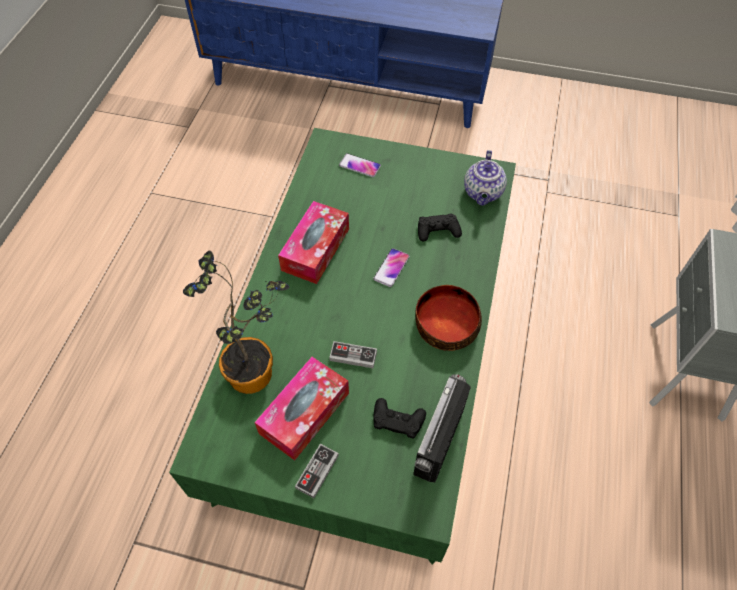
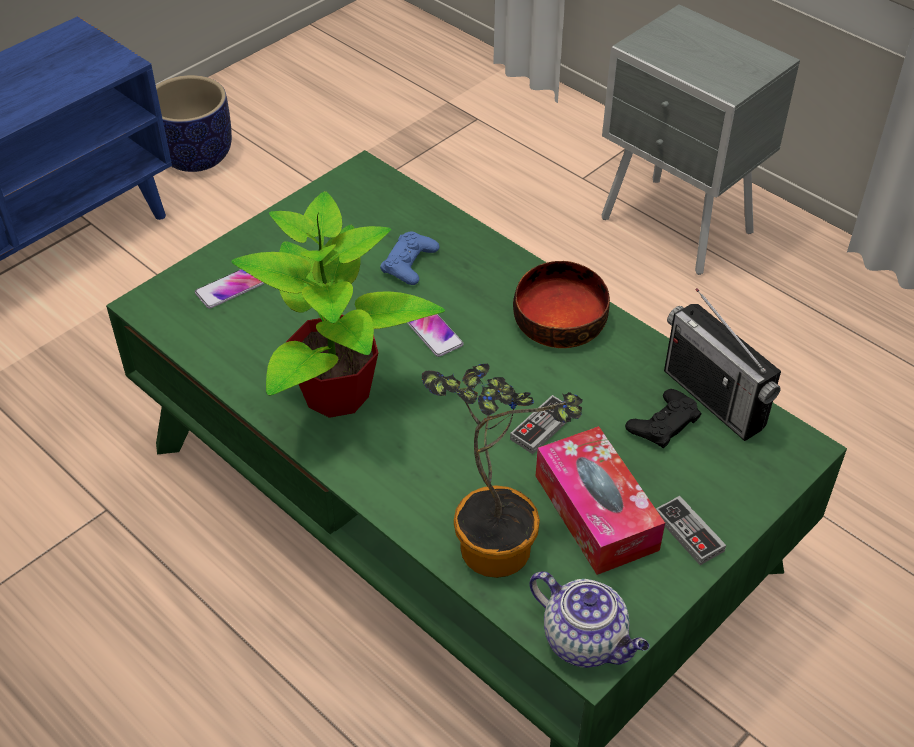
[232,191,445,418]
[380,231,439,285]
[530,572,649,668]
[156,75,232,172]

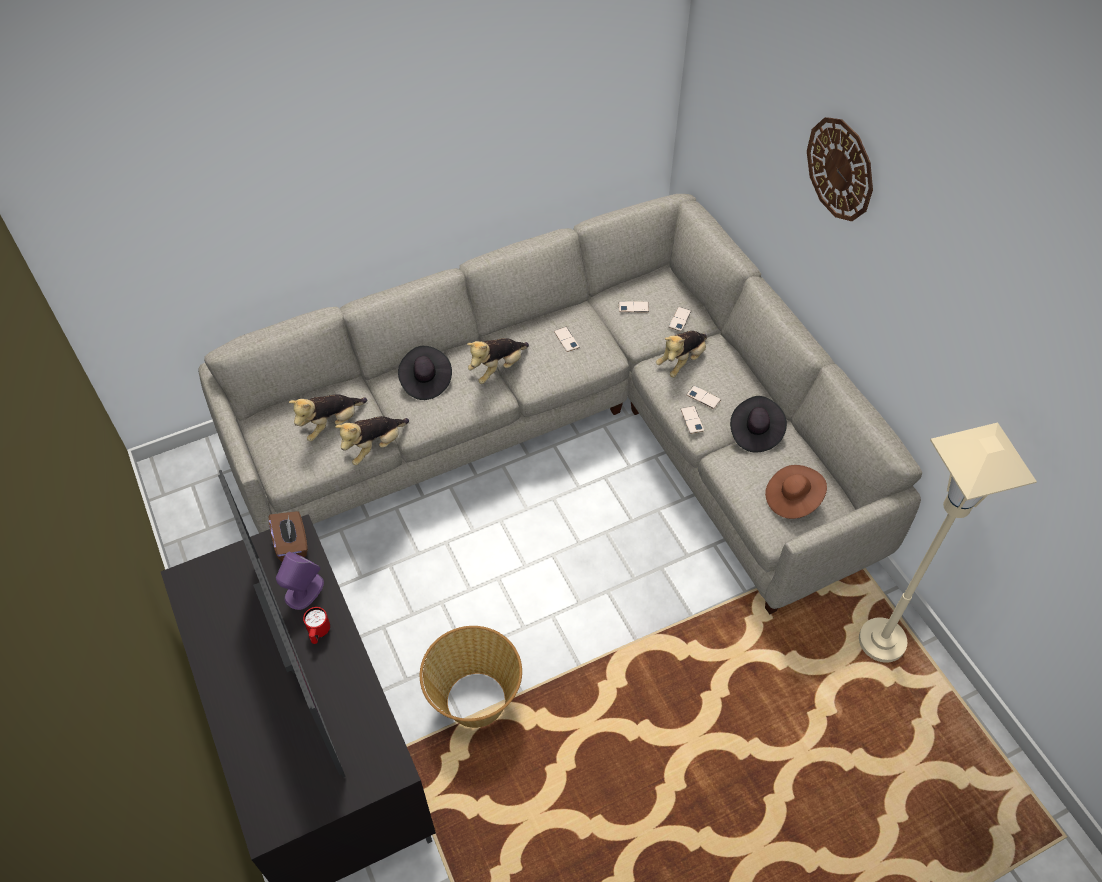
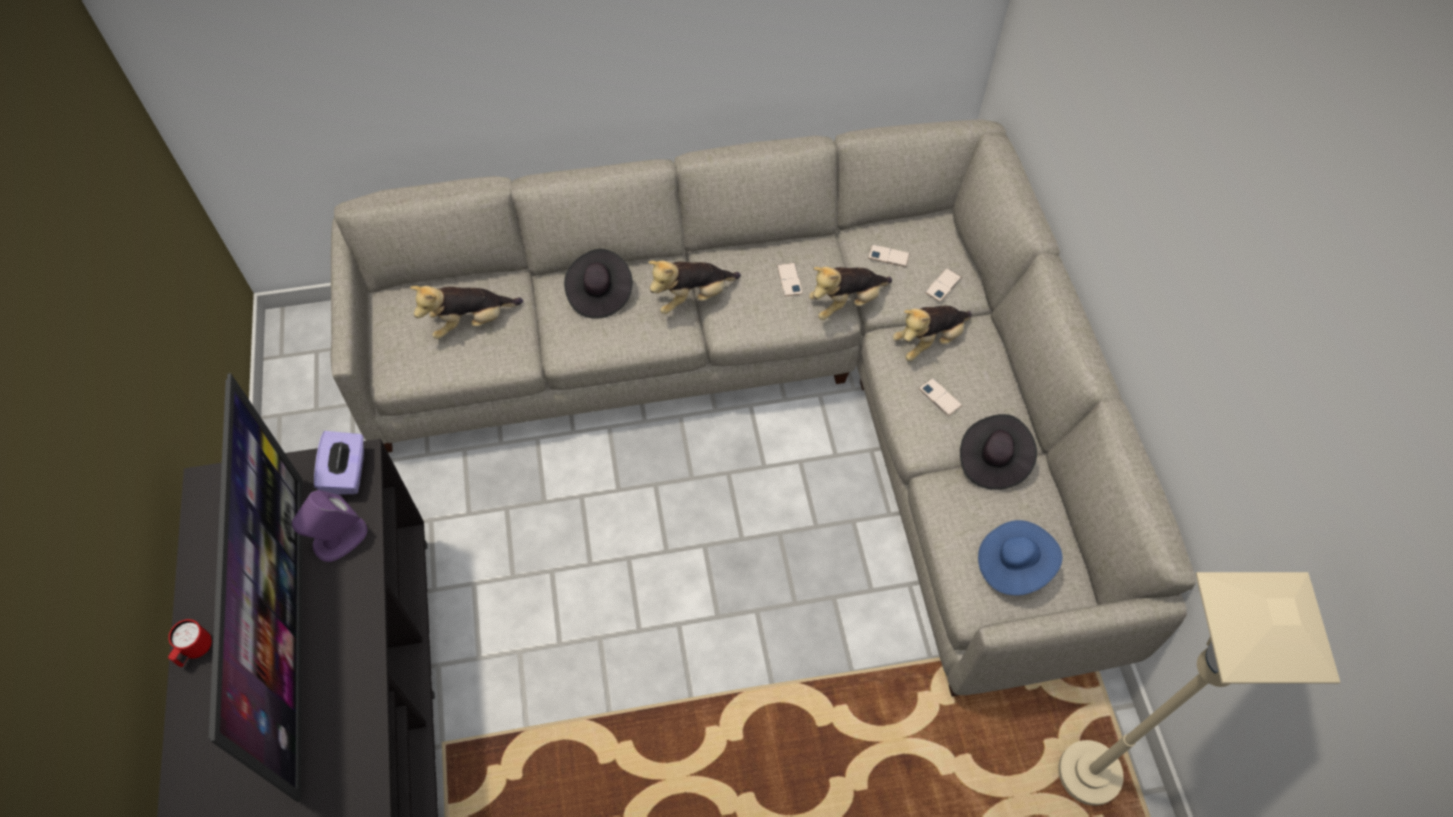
[314,431,364,495]
[168,619,212,667]
[809,266,892,320]
[420,626,522,728] (first image)
[681,406,704,434] (first image)
[978,520,1062,595]
[807,117,873,221] (first image)

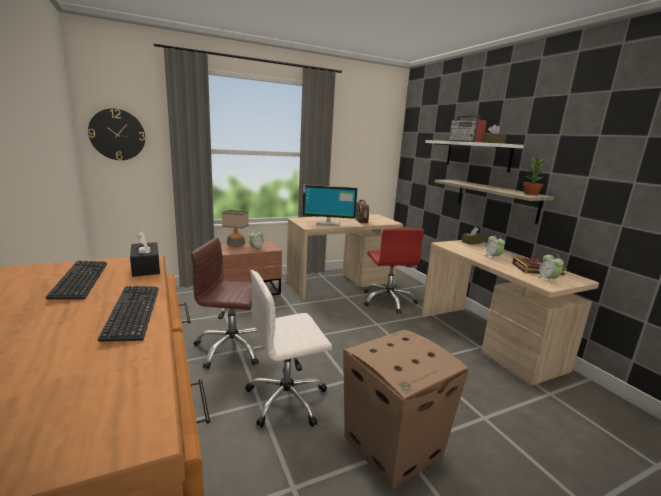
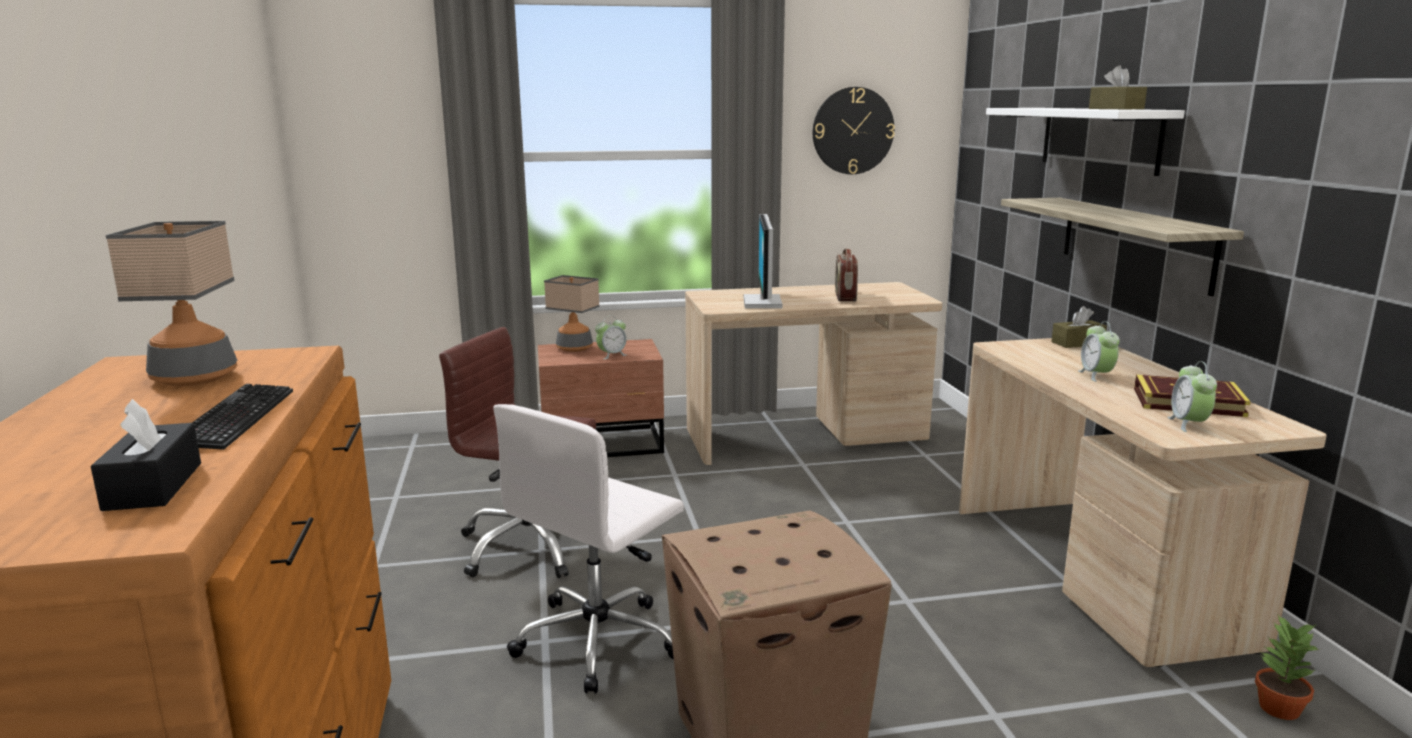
[106,221,237,386]
[813,87,895,174]
[91,399,201,511]
[493,404,684,693]
[744,214,782,308]
[364,228,424,314] (first image)
[449,113,487,143] (first image)
[1255,615,1320,720]

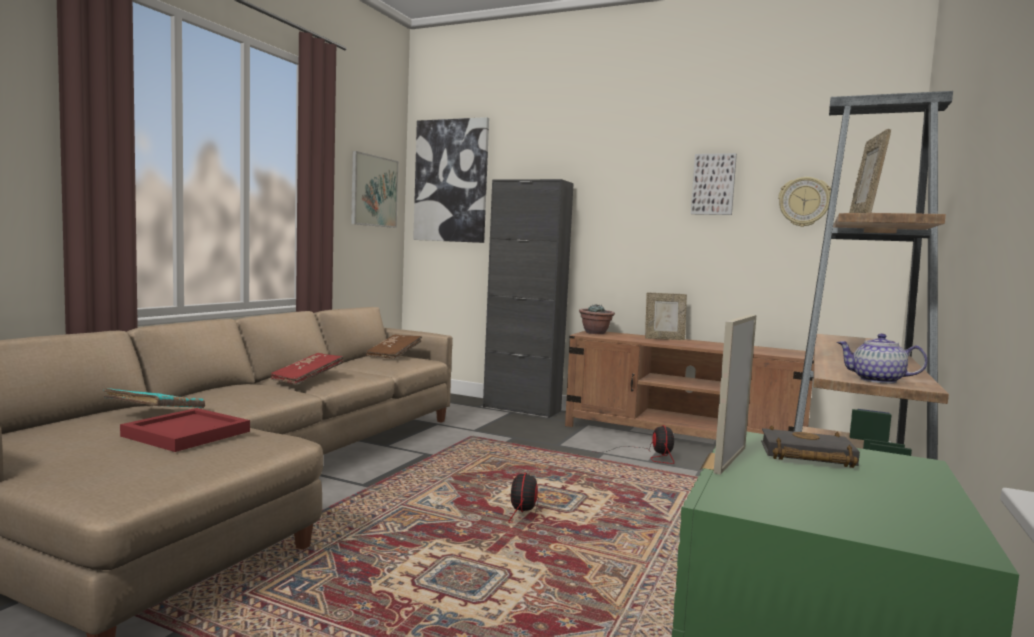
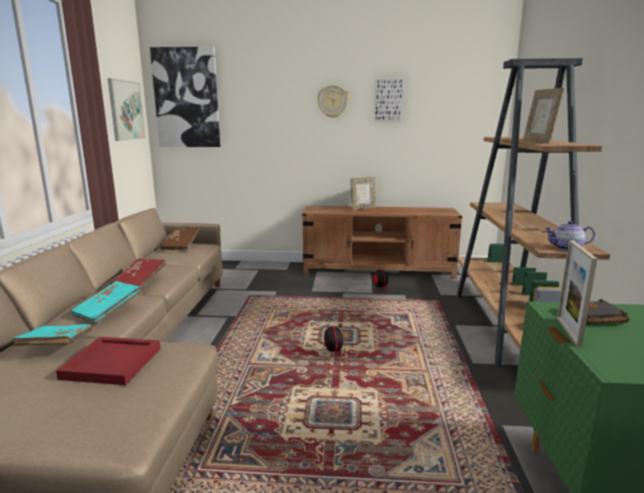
[483,179,574,418] (first image)
[579,304,615,334] (first image)
[317,85,349,118]
[71,281,142,323]

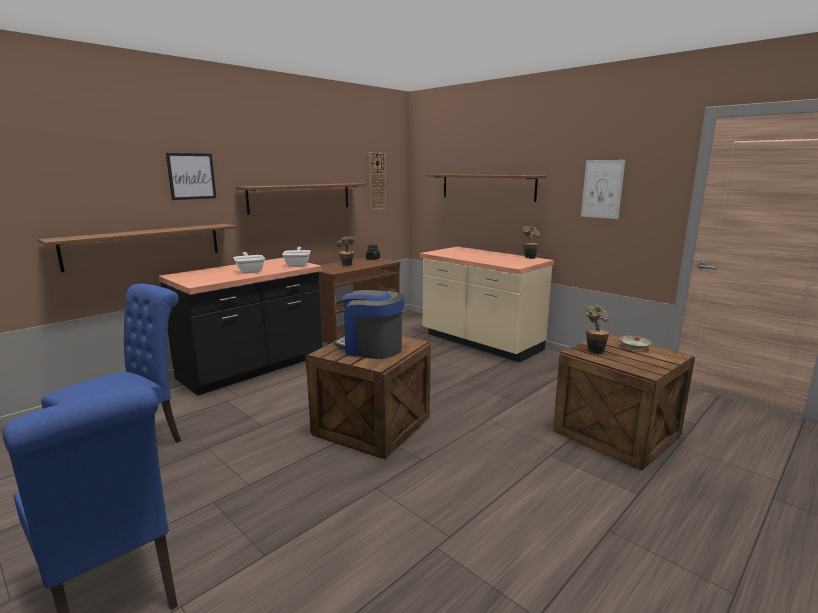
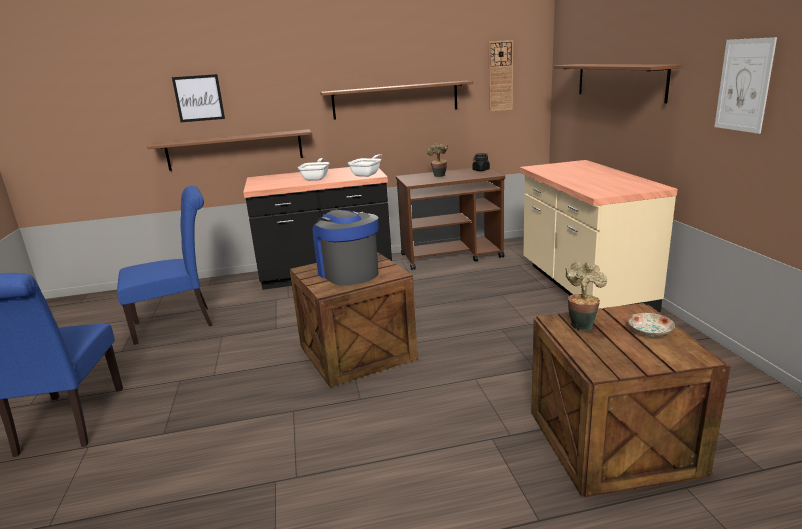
[172,74,225,122]
[523,226,540,259] (first image)

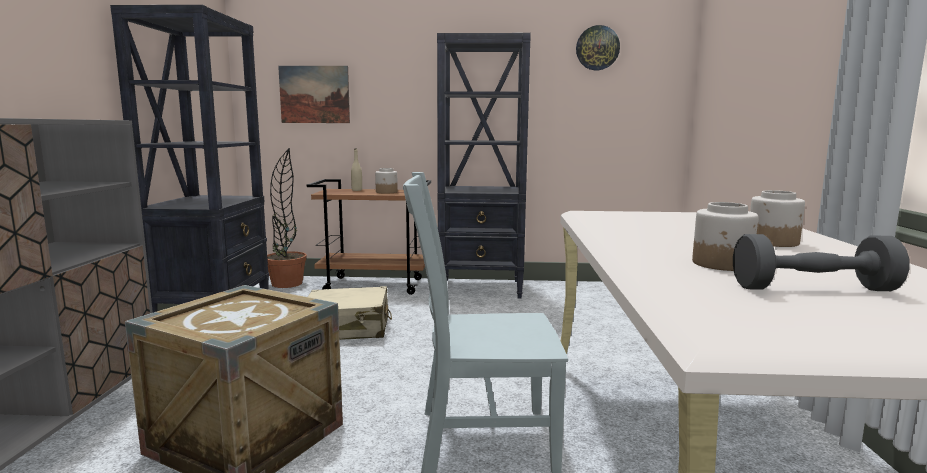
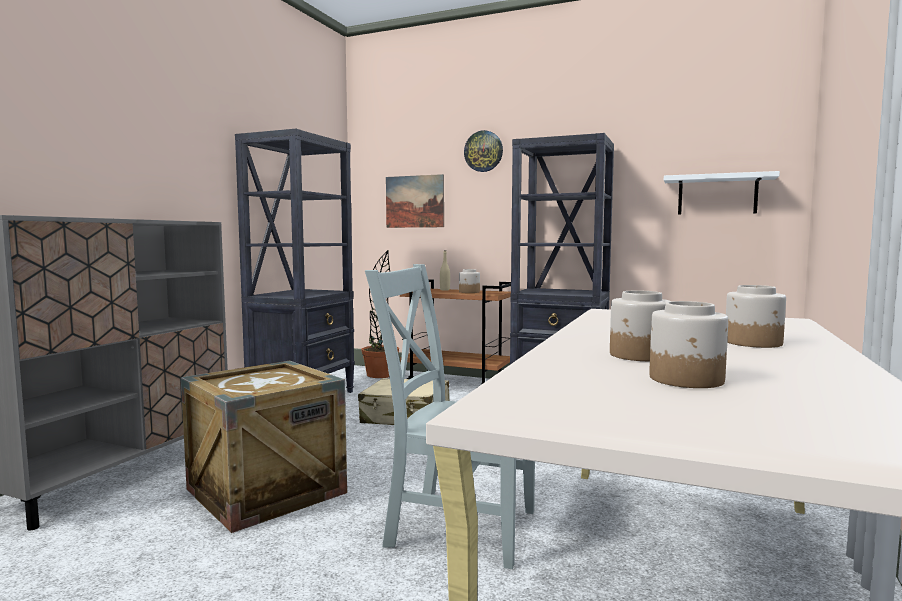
[464,130,503,172]
[649,301,728,388]
[664,171,780,215]

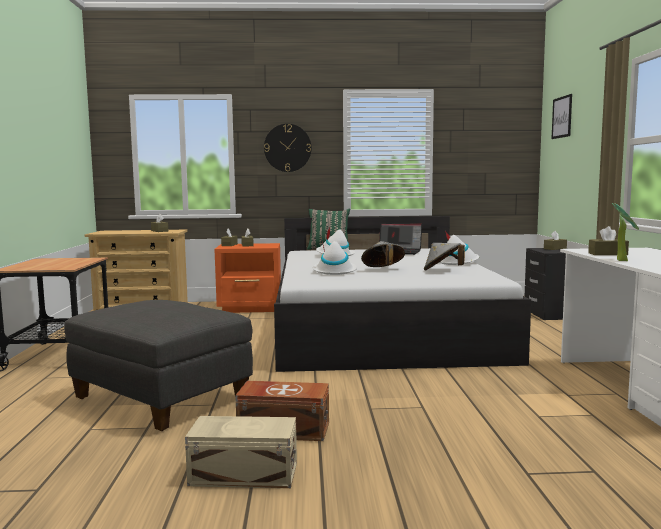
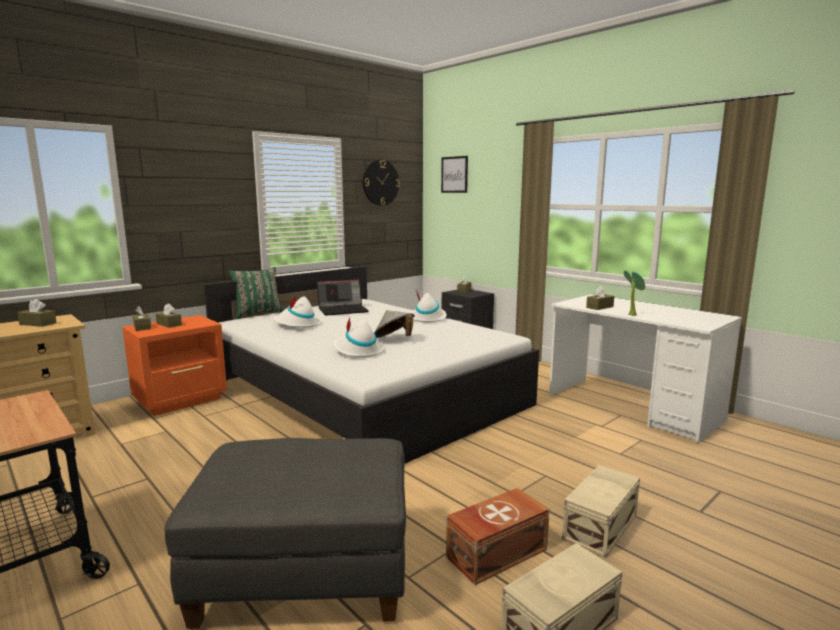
[363,160,400,206]
[424,243,465,270] (first image)
[562,465,640,558]

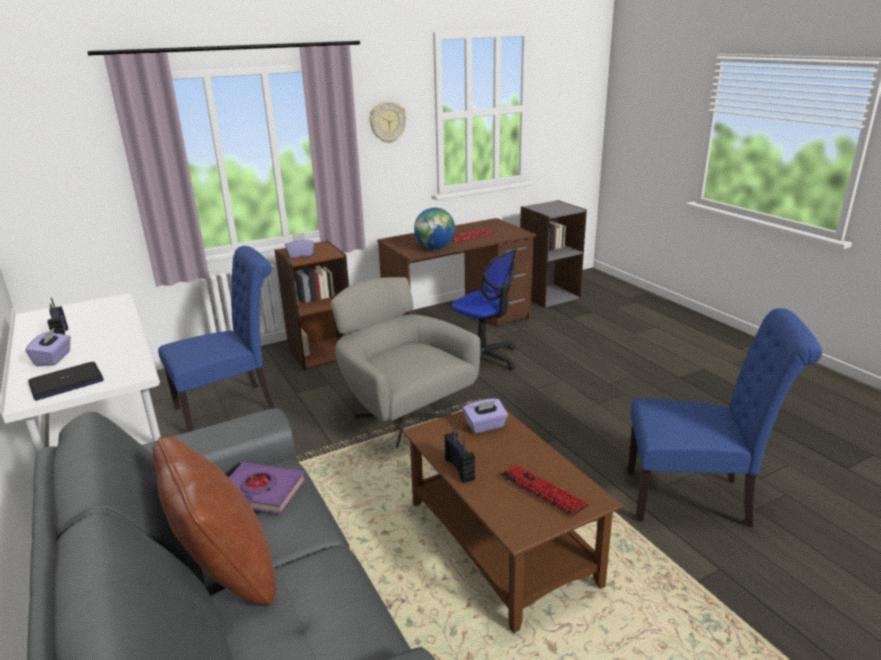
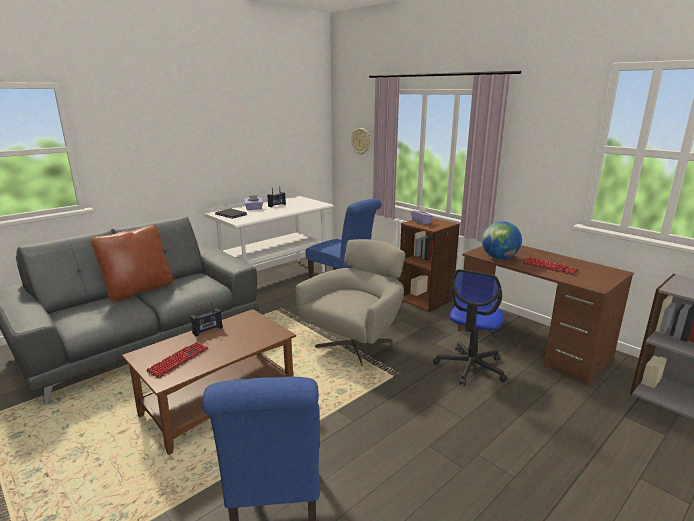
[229,462,306,514] (first image)
[351,128,370,155]
[463,398,508,433] (first image)

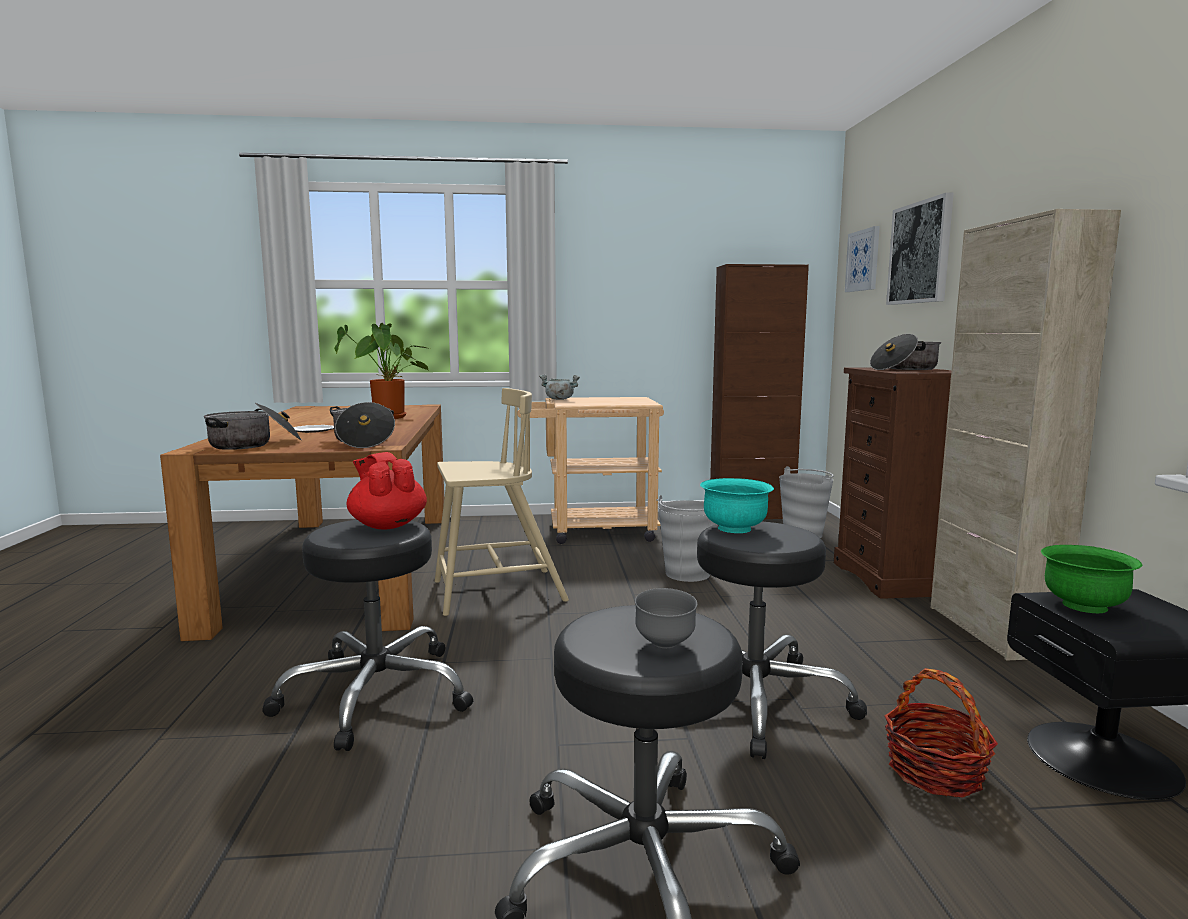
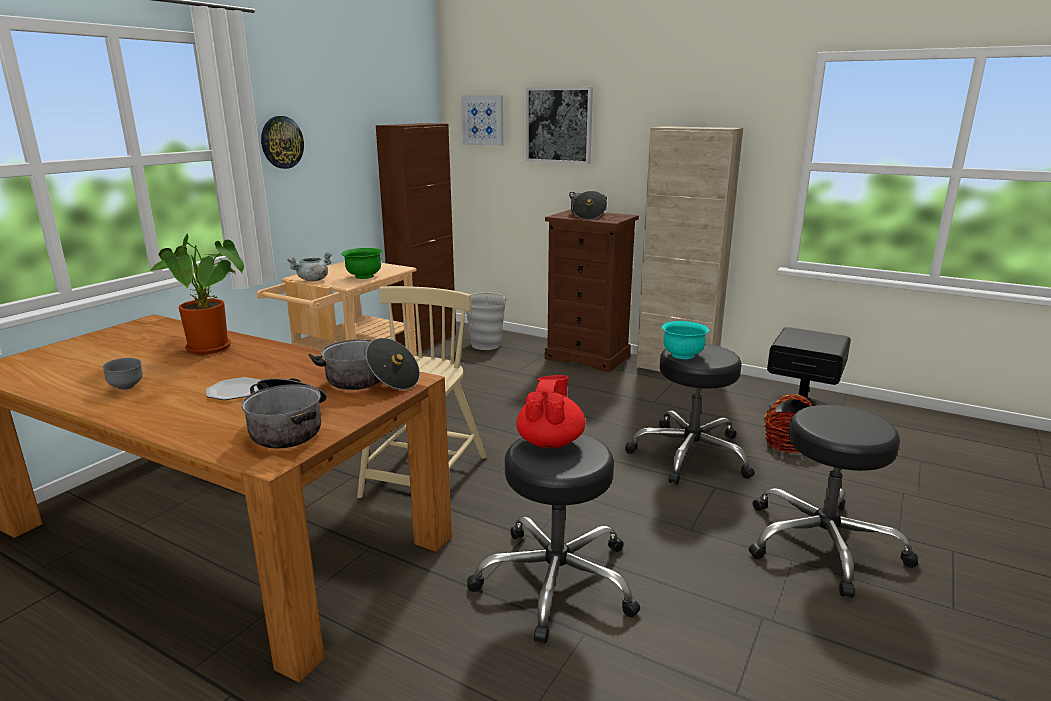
[516,375,585,449]
[102,358,143,390]
[656,495,717,582] (first image)
[341,248,383,279]
[261,116,304,169]

